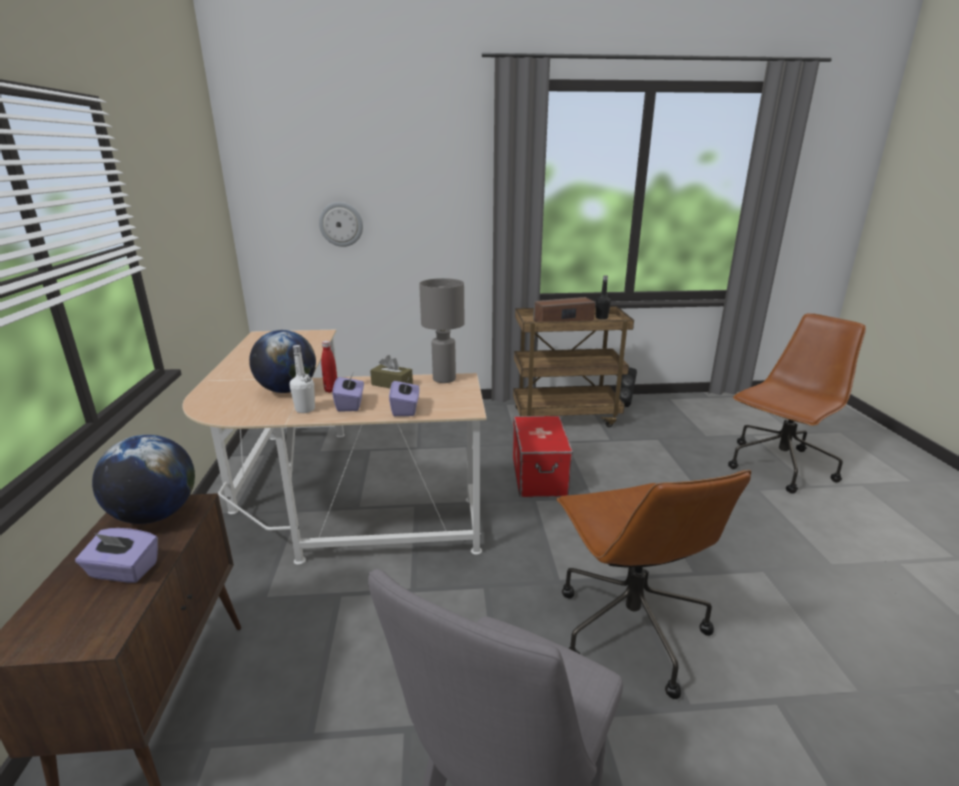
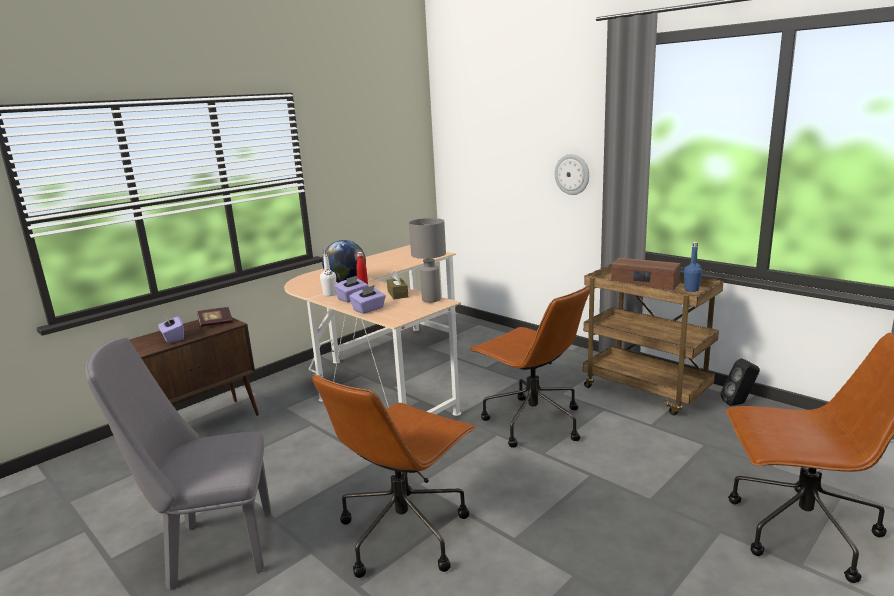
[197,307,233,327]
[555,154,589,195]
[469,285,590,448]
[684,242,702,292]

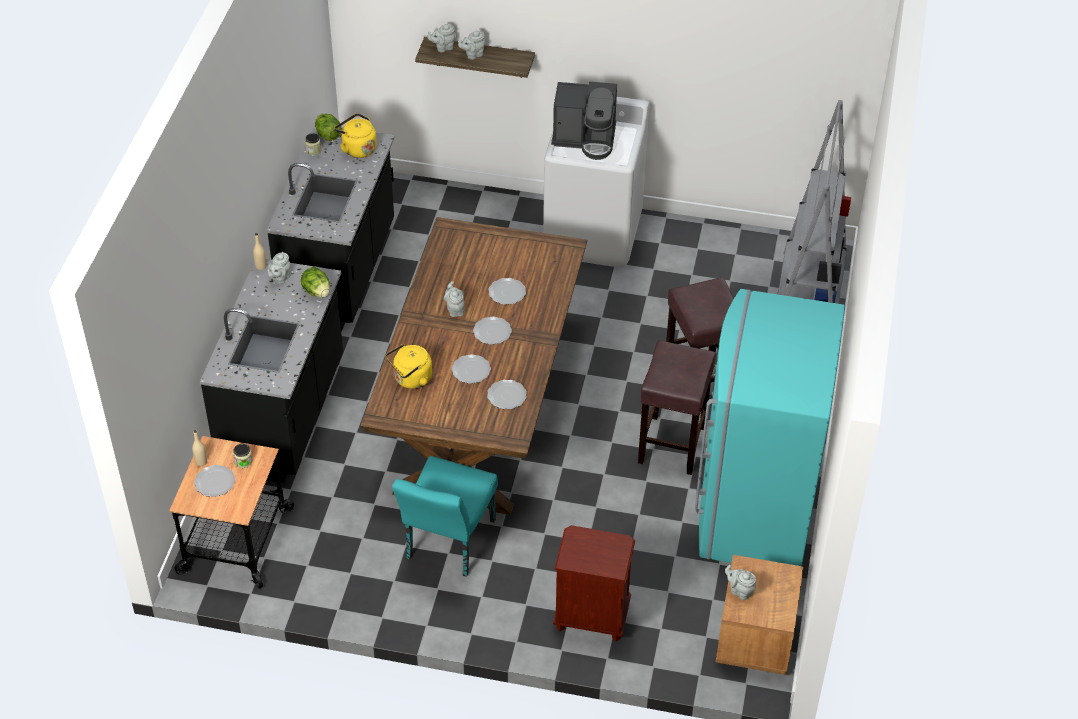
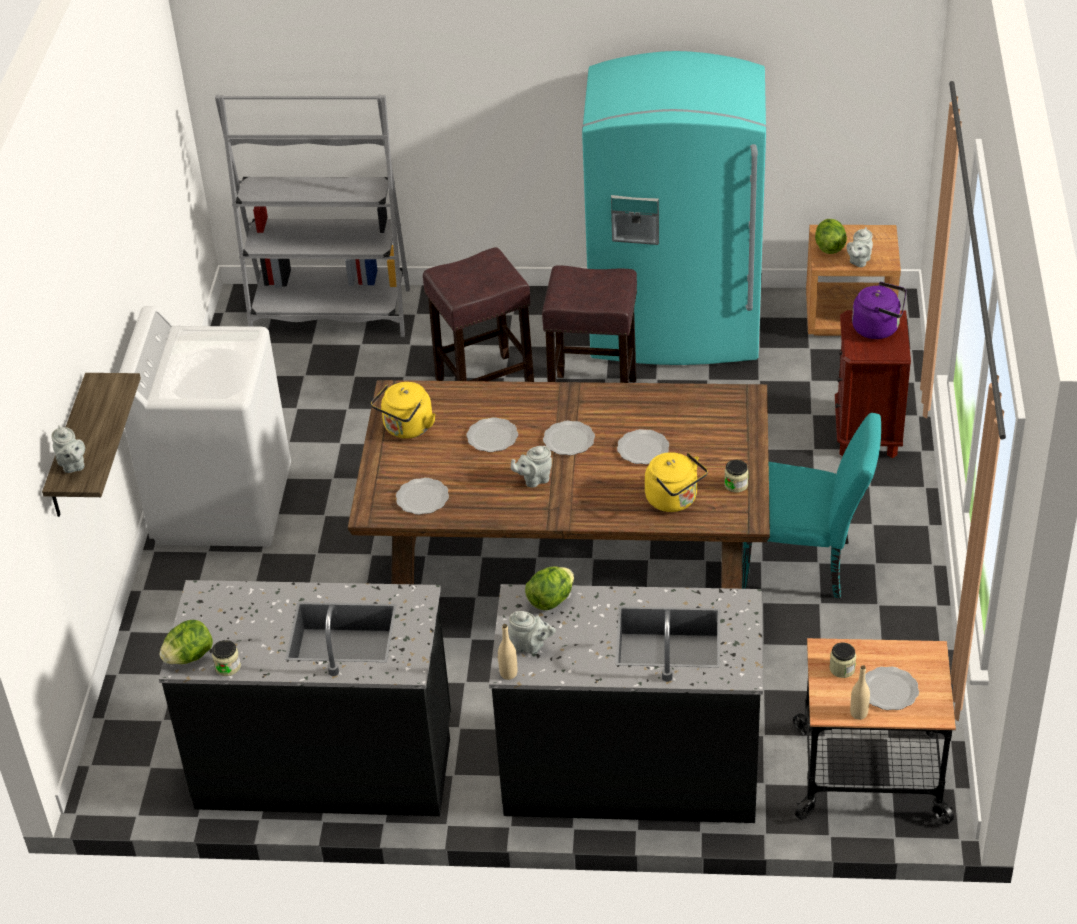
[371,382,436,439]
[458,30,485,59] (first image)
[396,478,449,515]
[551,82,617,160] (first image)
[724,460,748,493]
[815,219,847,254]
[852,282,906,339]

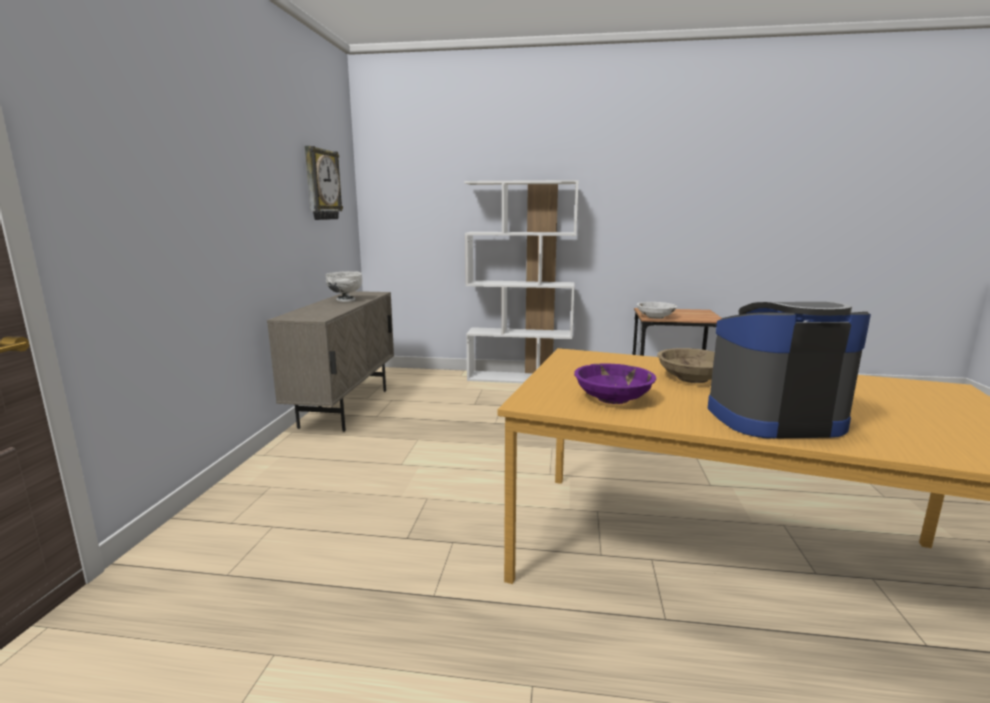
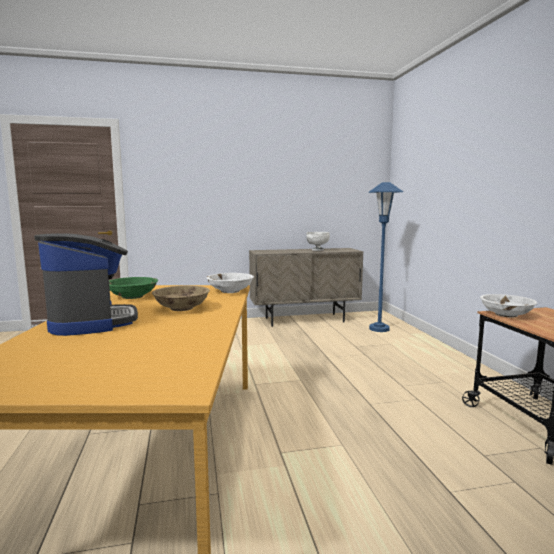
[305,146,343,220] (first image)
[464,180,579,383] (first image)
[109,277,158,299]
[206,273,254,293]
[368,182,403,332]

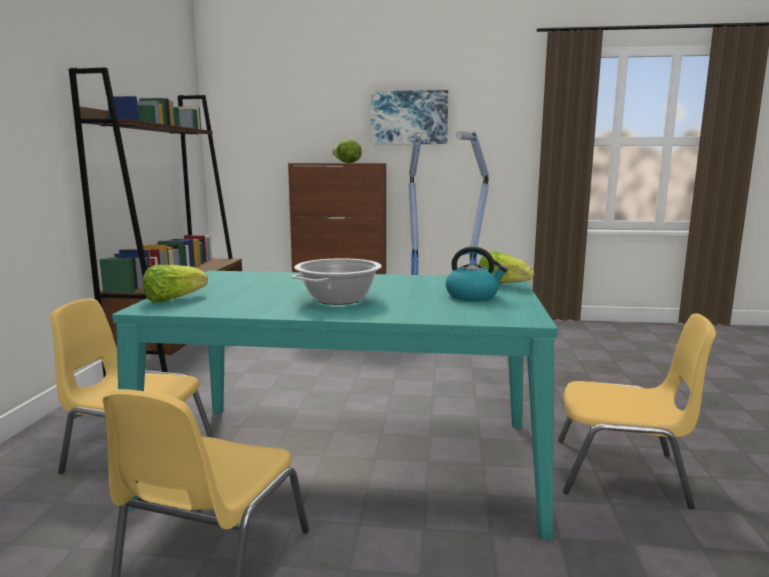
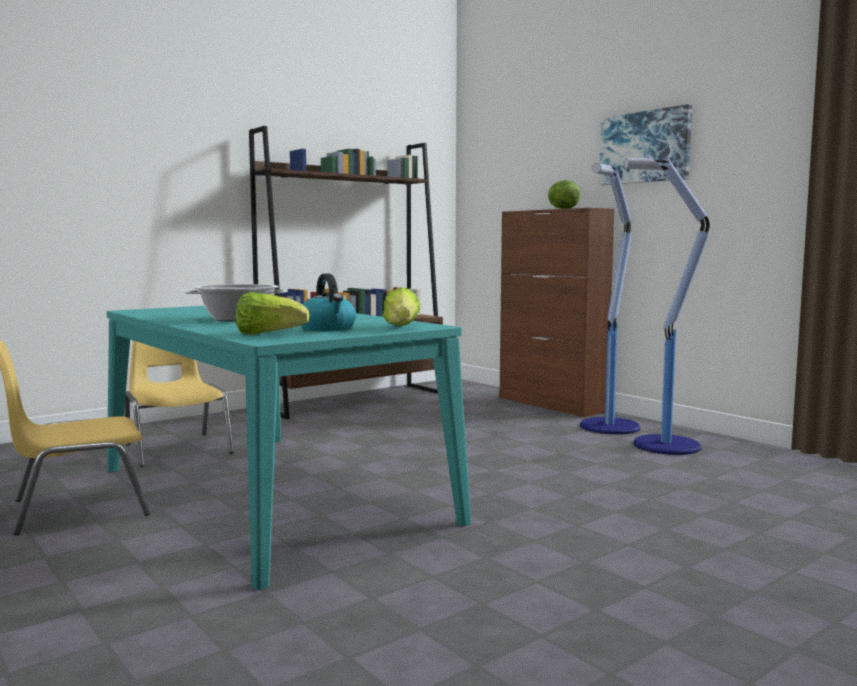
[236,292,309,335]
[558,313,716,509] (first image)

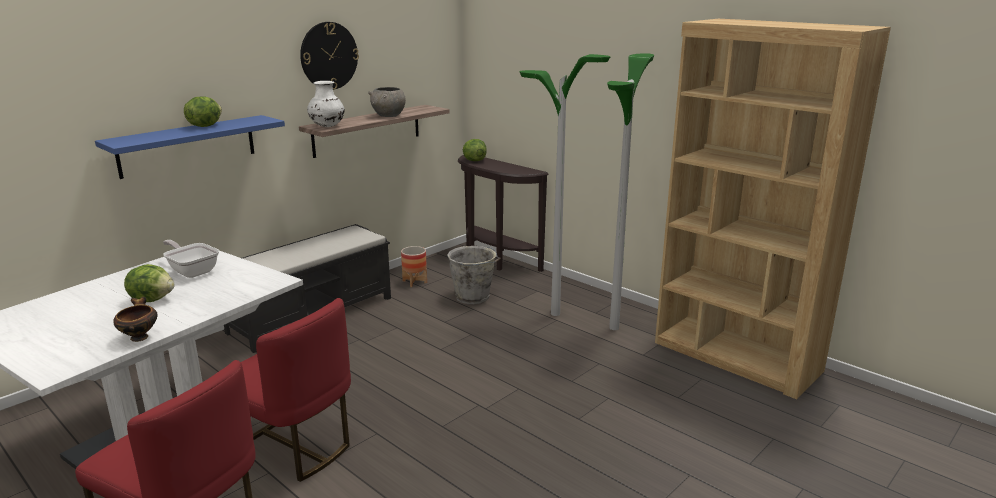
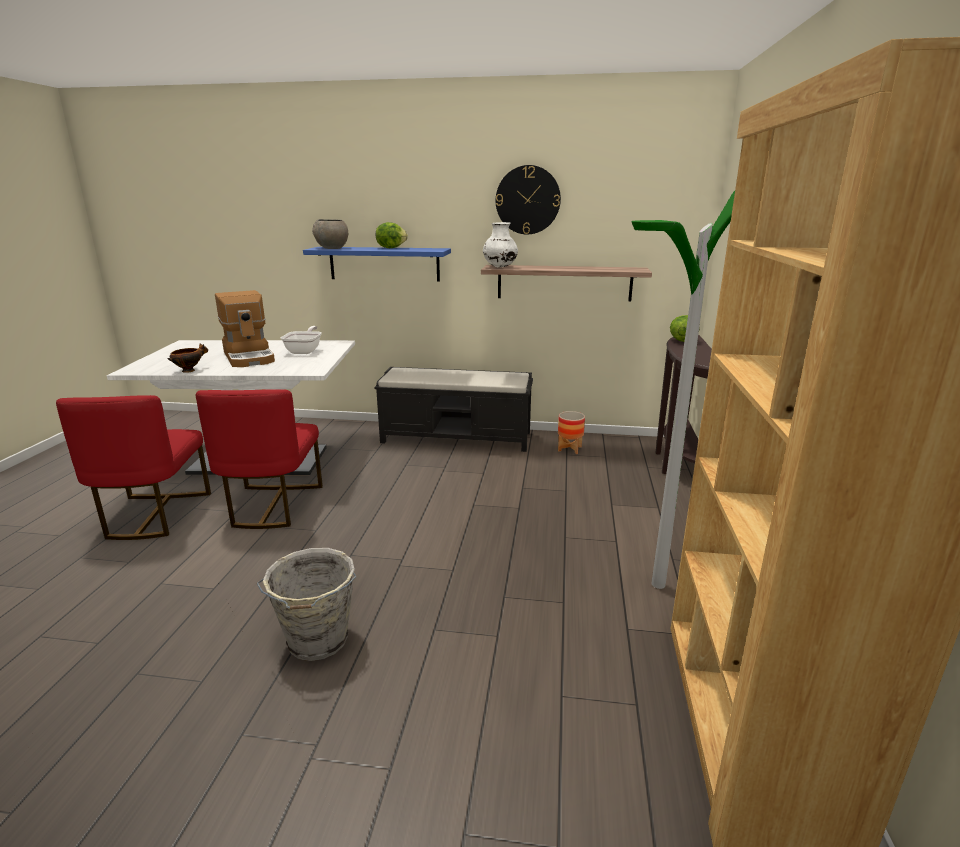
[215,290,275,367]
[312,219,348,249]
[257,548,356,661]
[519,54,611,316] (first image)

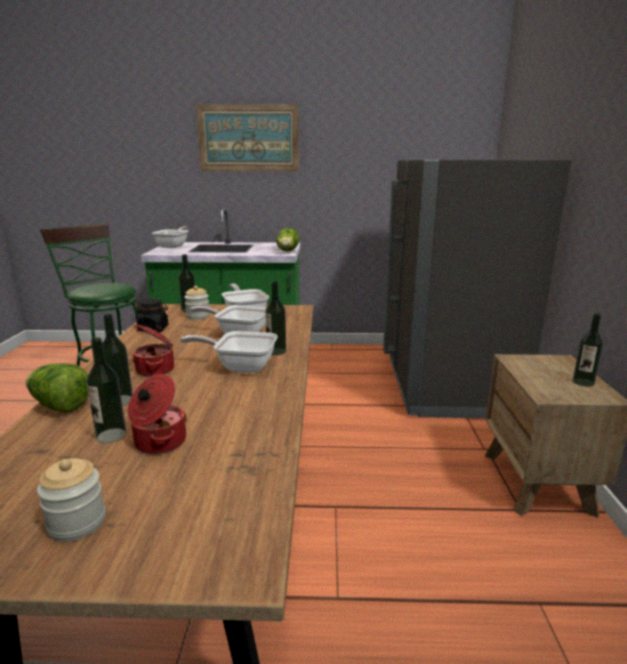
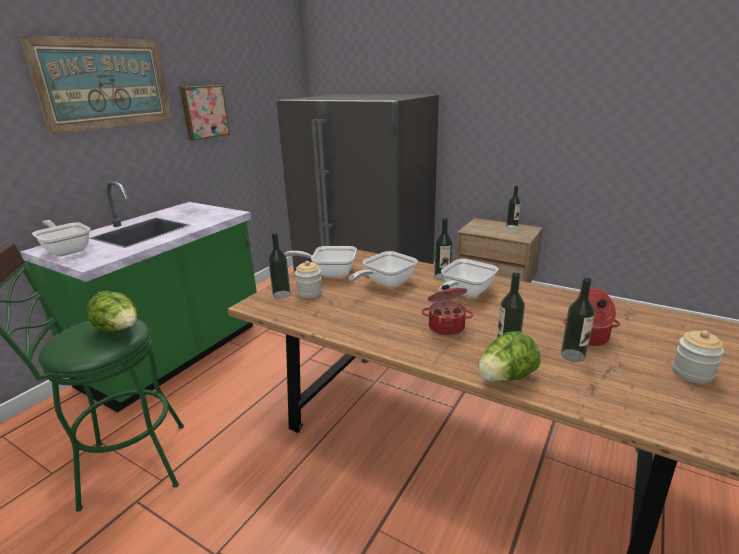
[135,299,168,332] (first image)
[87,291,137,332]
[179,85,230,141]

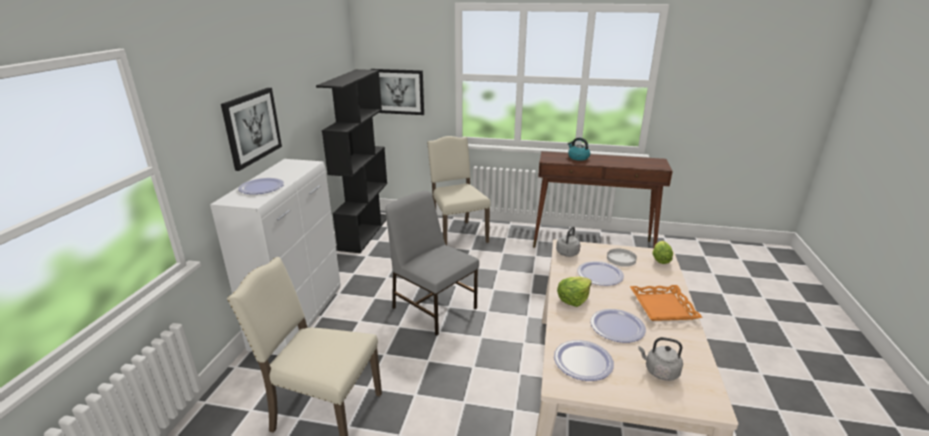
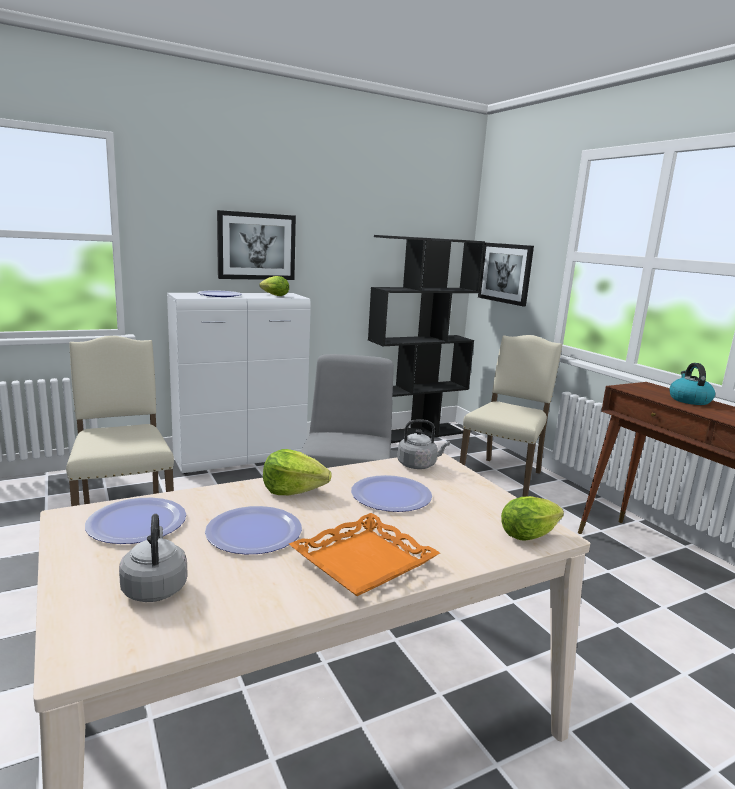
[607,249,637,267] (first image)
[259,276,289,296]

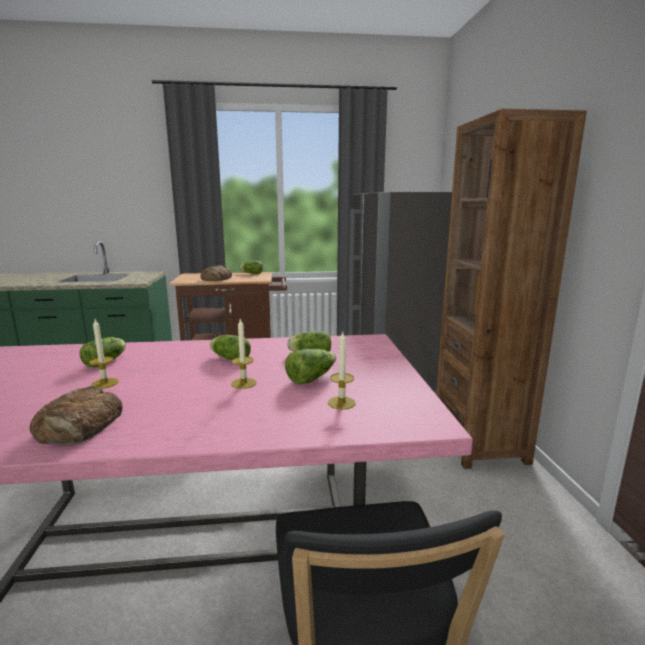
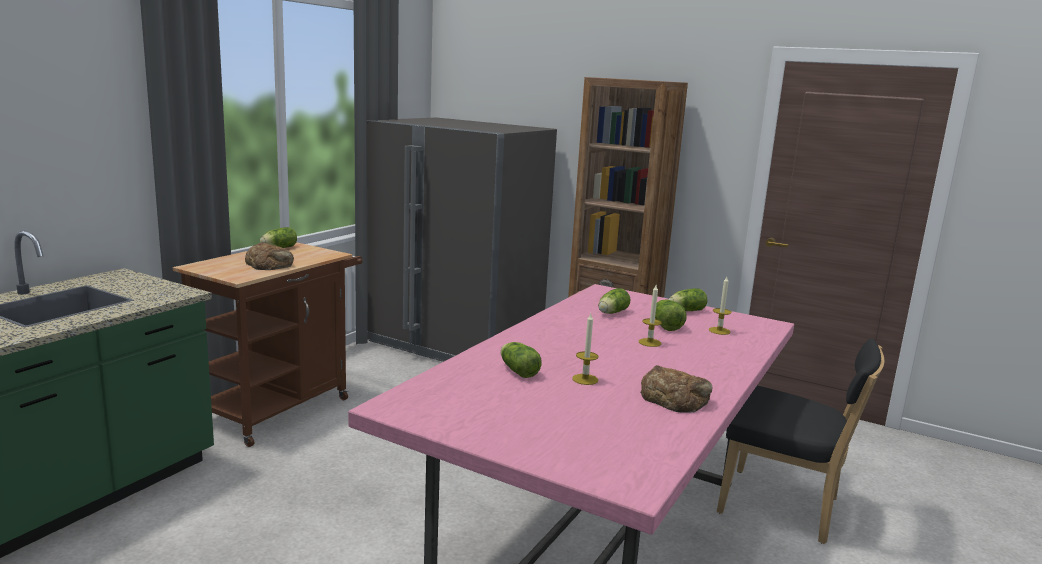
[668,288,707,311]

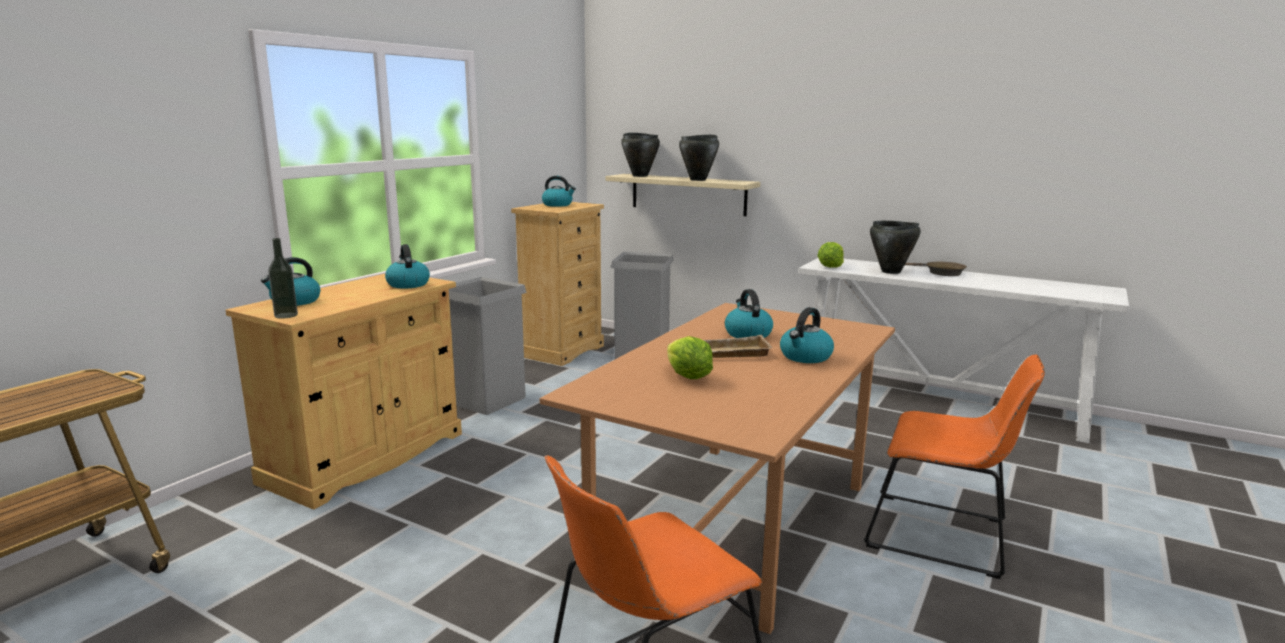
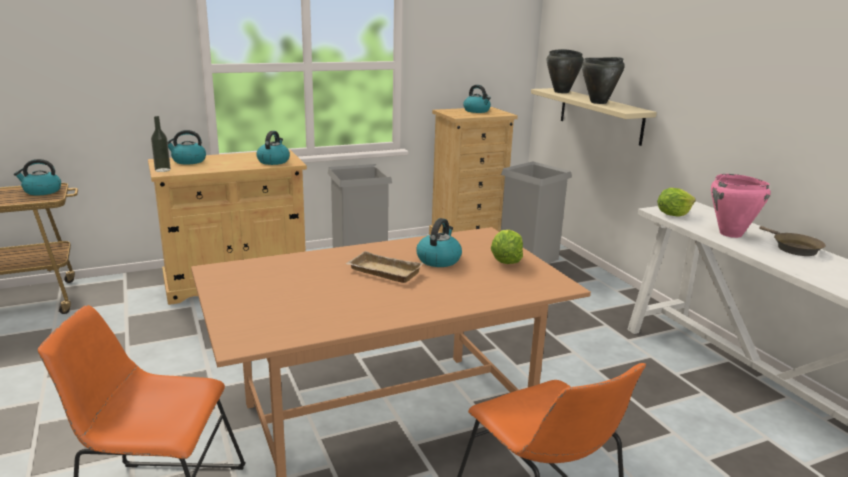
[491,230,523,264]
[14,159,61,195]
[711,174,771,238]

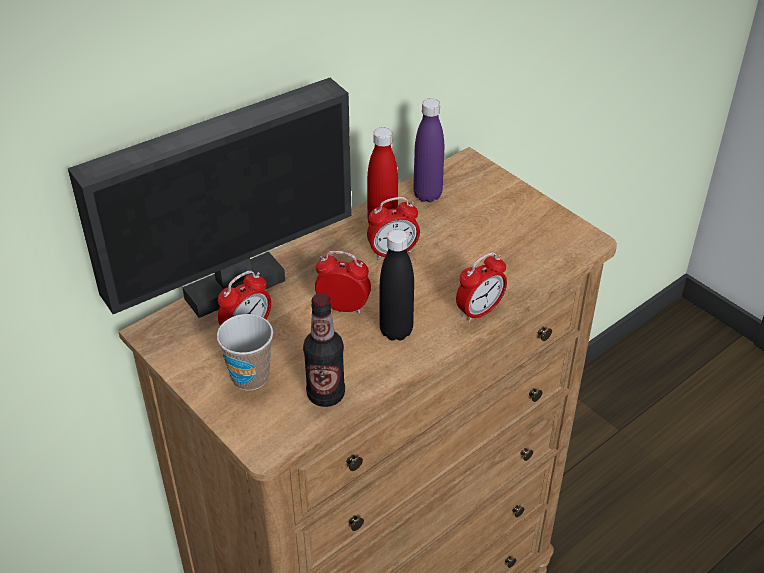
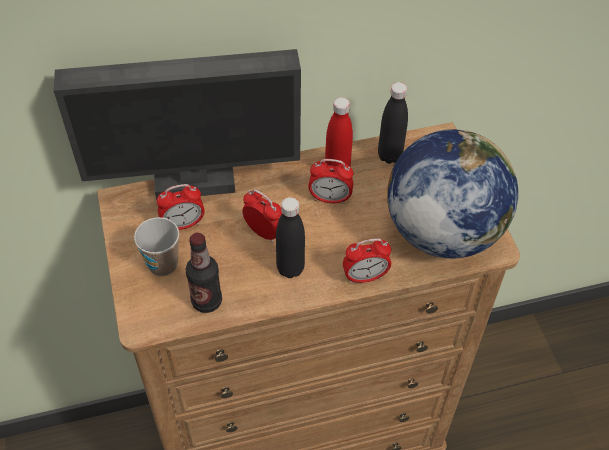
[378,82,408,164]
[387,129,518,259]

